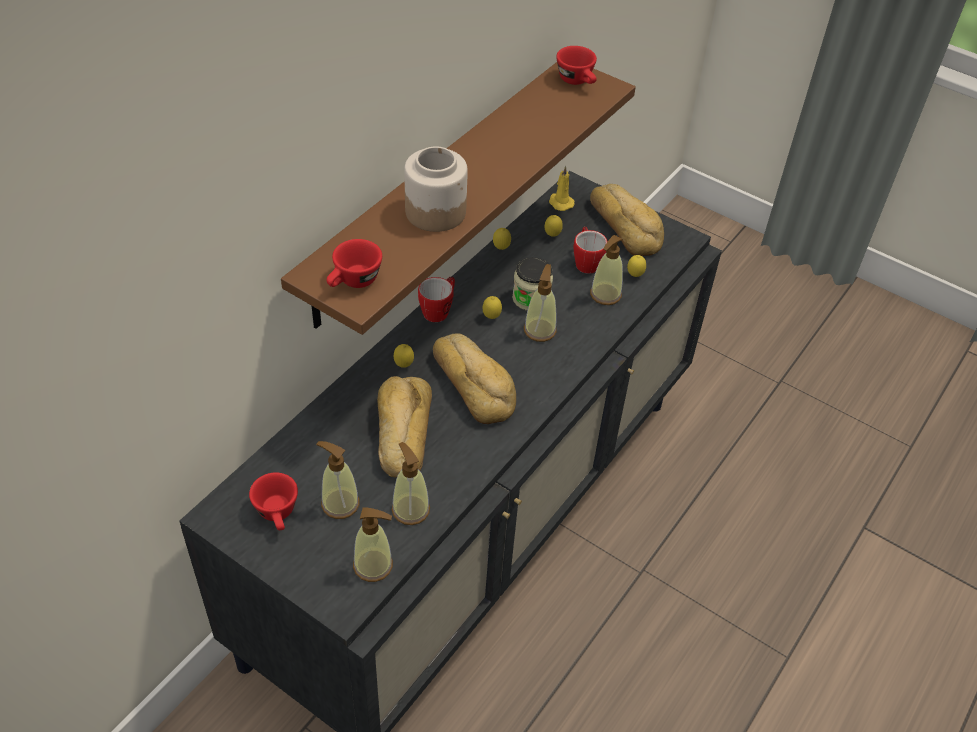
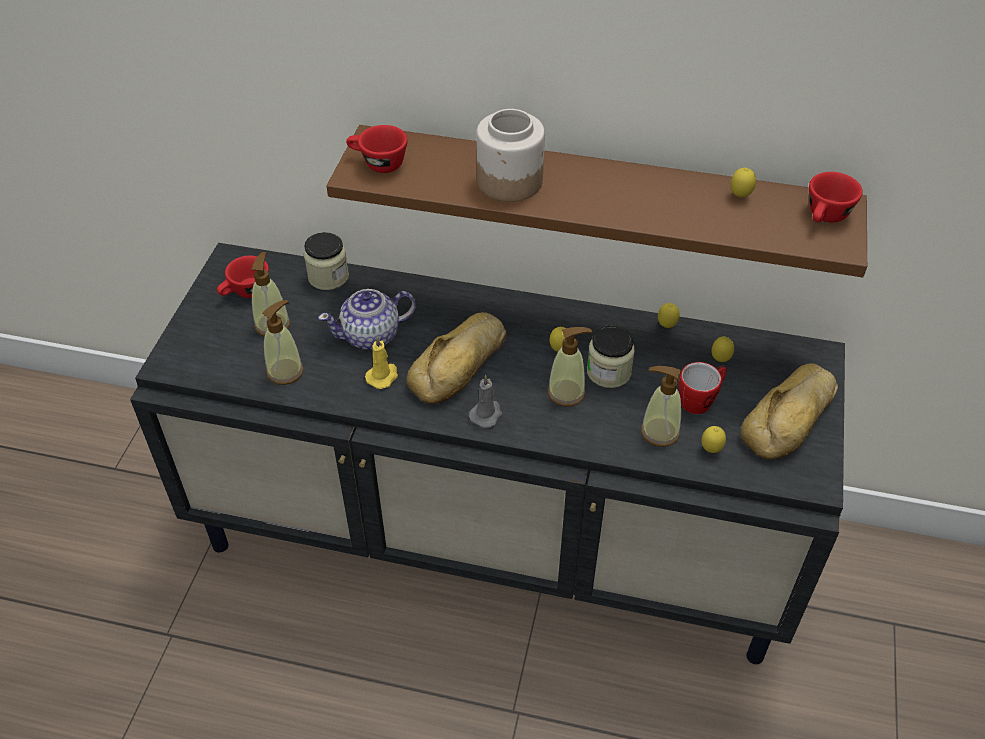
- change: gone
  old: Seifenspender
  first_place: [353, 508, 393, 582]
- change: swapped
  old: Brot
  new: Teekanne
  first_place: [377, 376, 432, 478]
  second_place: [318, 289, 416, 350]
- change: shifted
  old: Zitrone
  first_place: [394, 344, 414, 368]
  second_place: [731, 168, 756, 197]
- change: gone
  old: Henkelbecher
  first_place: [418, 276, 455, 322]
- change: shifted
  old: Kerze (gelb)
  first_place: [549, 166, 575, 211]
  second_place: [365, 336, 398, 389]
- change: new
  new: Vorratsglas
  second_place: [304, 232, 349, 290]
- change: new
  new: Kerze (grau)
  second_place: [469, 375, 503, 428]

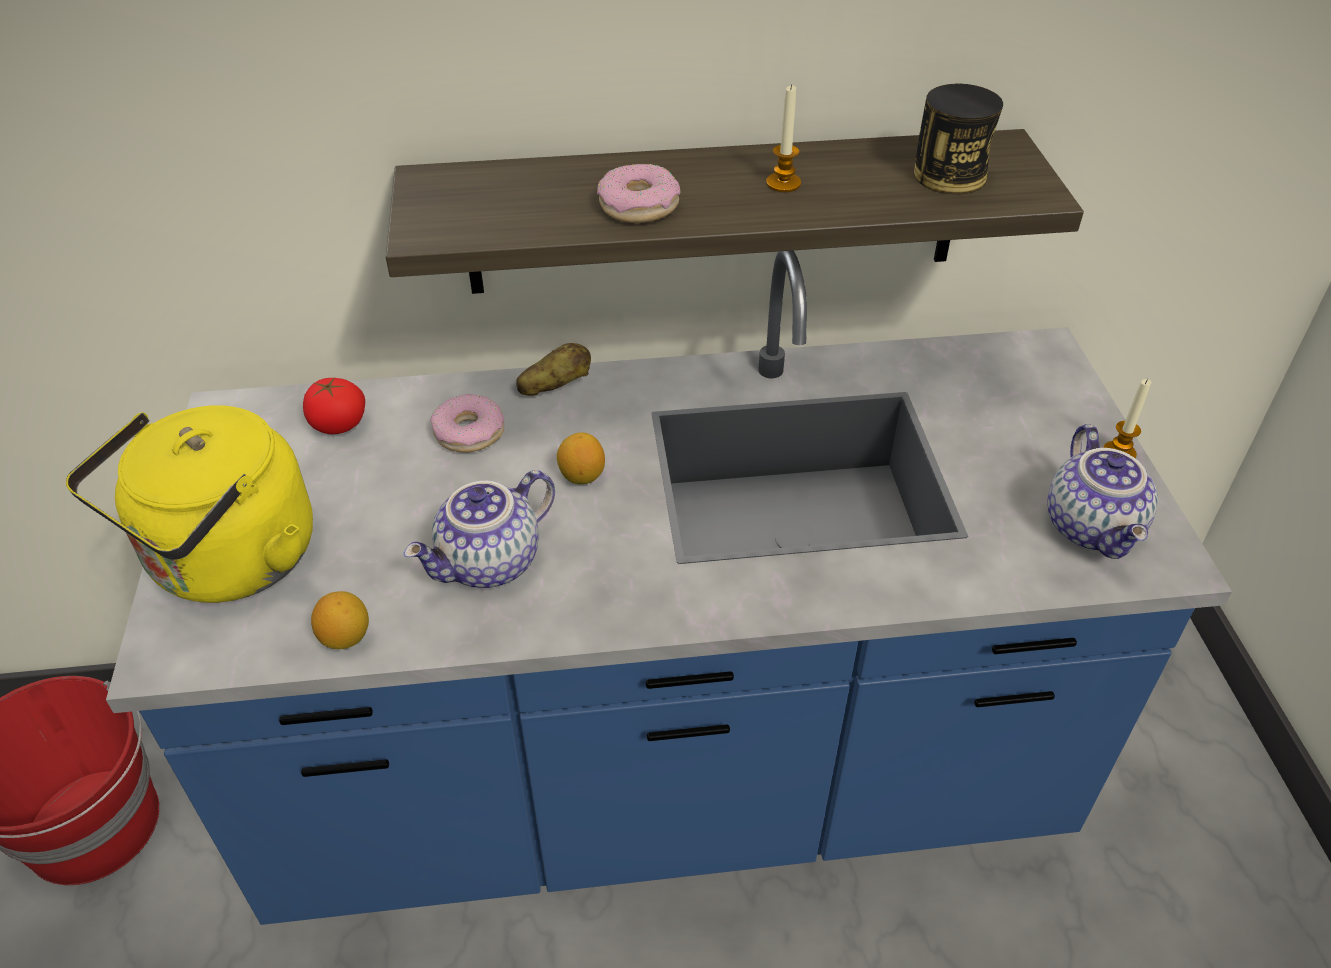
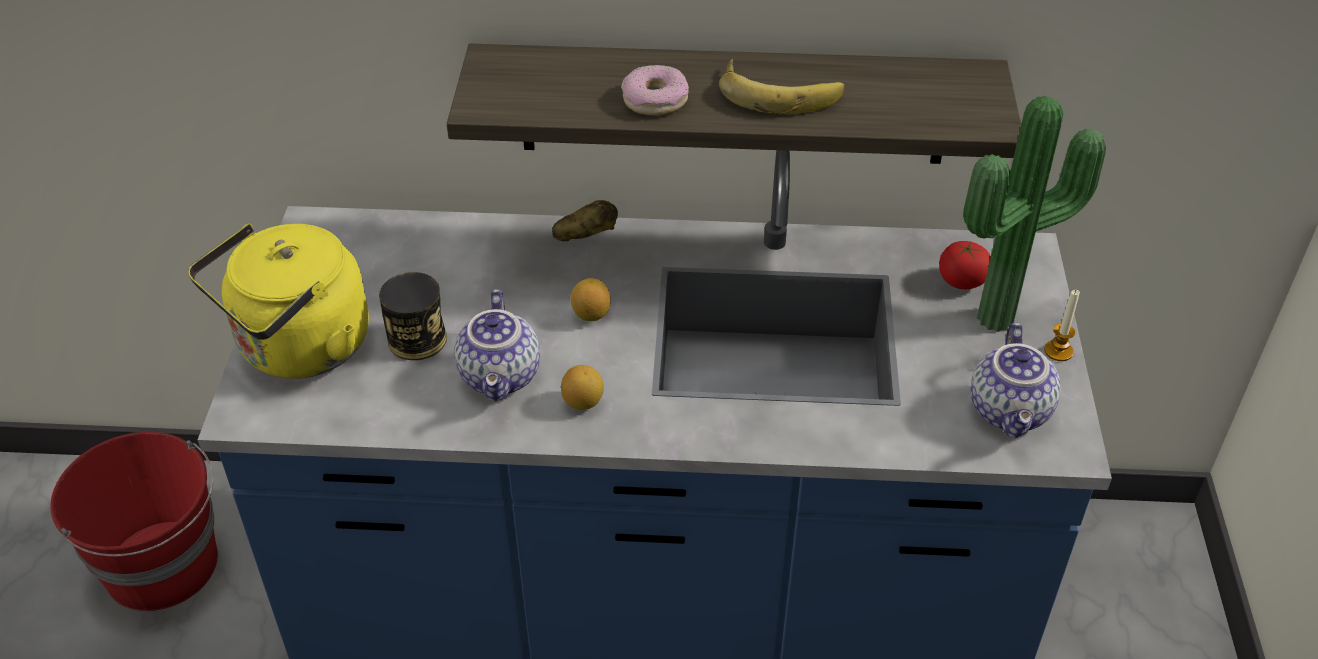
- change: shifted
  old: Tomate
  first_place: [303, 377, 365, 434]
  second_place: [939, 241, 991, 289]
- change: shifted
  old: Zitrone
  first_place: [311, 591, 369, 649]
  second_place: [561, 365, 604, 410]
- change: rotated
  old: Teekanne
  first_place: [403, 470, 555, 588]
  second_place: [455, 289, 540, 401]
  degrees: -60
- change: gone
  old: Donut
  first_place: [430, 394, 504, 452]
- change: swapped
  old: Kerze
  new: Banane
  first_place: [766, 84, 801, 192]
  second_place: [719, 58, 845, 114]
- change: shifted
  old: Dose
  first_place: [914, 84, 1003, 194]
  second_place: [379, 272, 447, 360]
- change: new
  new: Topfpflanze
  second_place: [963, 96, 1106, 332]

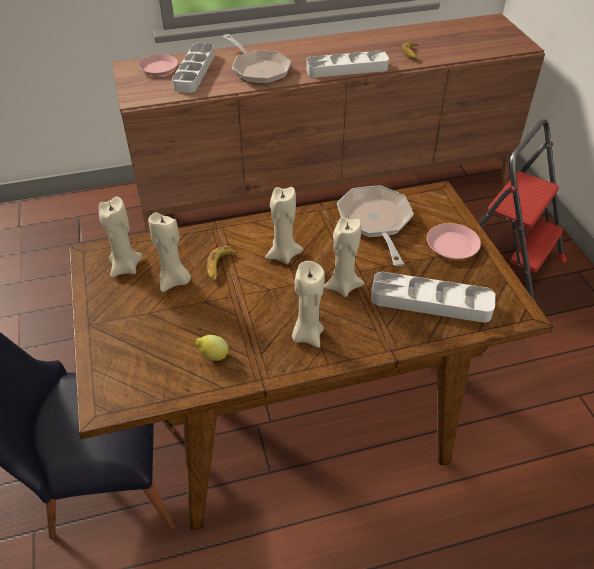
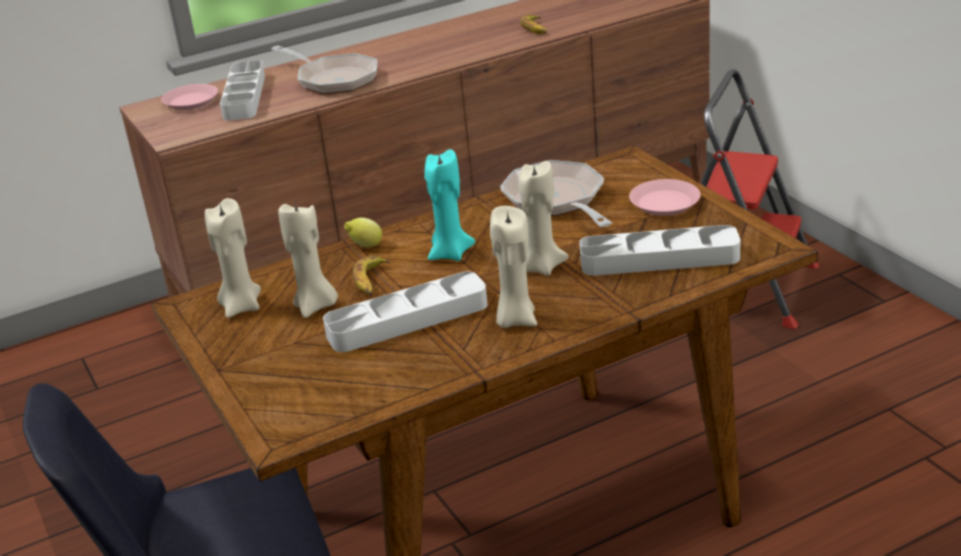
- change: shifted
  old: Zitrone
  first_place: [195, 335, 229, 361]
  second_place: [344, 218, 382, 247]
- change: repainted
  old: Kerze (beige)
  new: Kerze (türkis)
  first_place: [265, 187, 304, 264]
  second_place: [424, 149, 475, 261]
- change: shifted
  old: Tablett (grau)
  first_place: [306, 51, 389, 78]
  second_place: [323, 272, 488, 352]

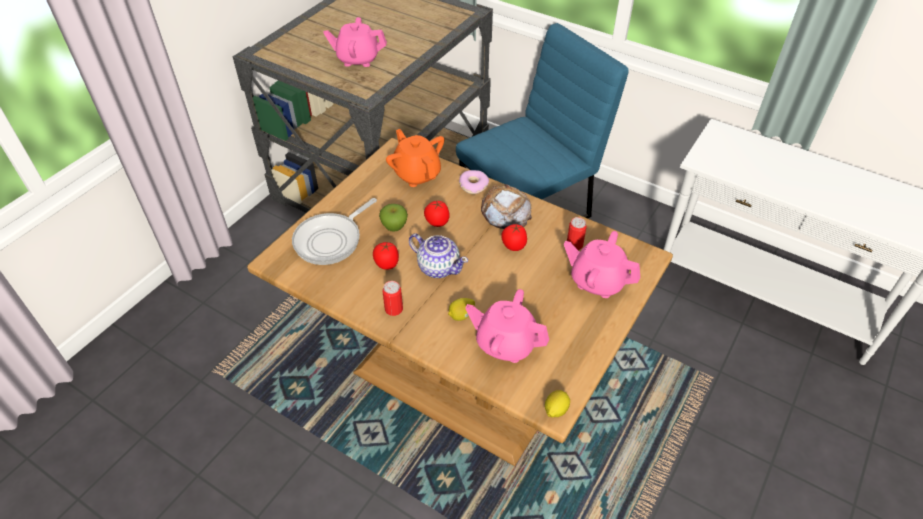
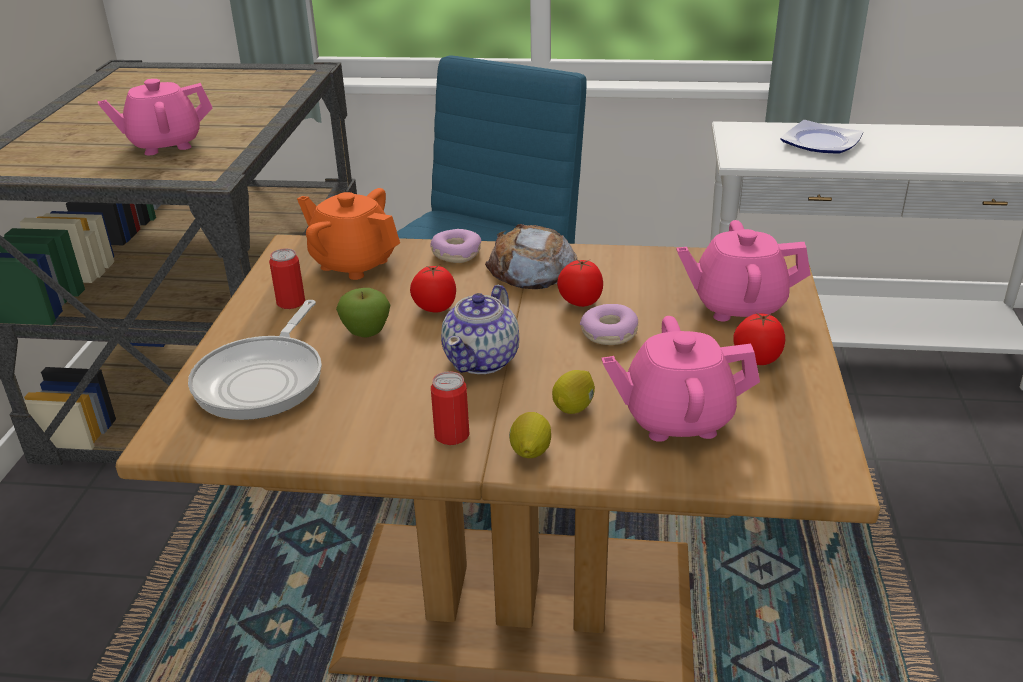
- change: shifted
  old: Tomate
  first_place: [373, 242, 399, 270]
  second_place: [734, 312, 785, 365]
- change: rotated
  old: Teekanne
  first_place: [409, 233, 468, 278]
  second_place: [441, 285, 519, 374]
  degrees: 105
- change: shifted
  old: Zitrone
  first_place: [545, 390, 570, 417]
  second_place: [509, 412, 551, 458]
- change: shifted
  old: Dose
  first_place: [567, 217, 587, 250]
  second_place: [269, 248, 305, 309]
- change: new
  new: Donut
  second_place: [580, 304, 638, 345]
- change: new
  new: Teller
  second_place: [780, 120, 863, 154]

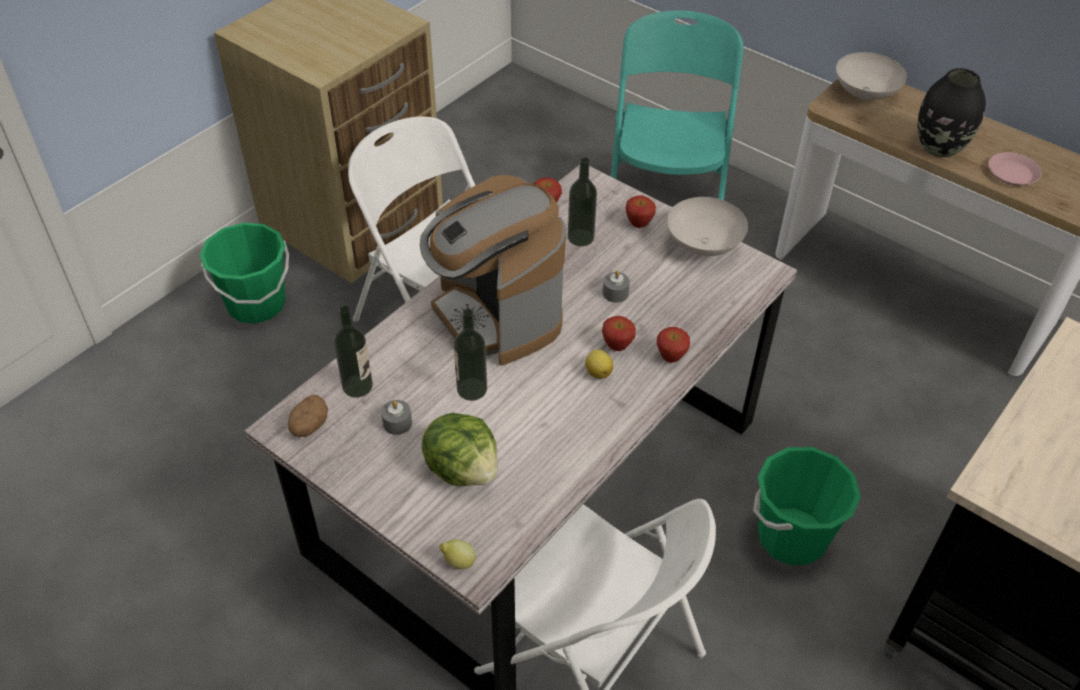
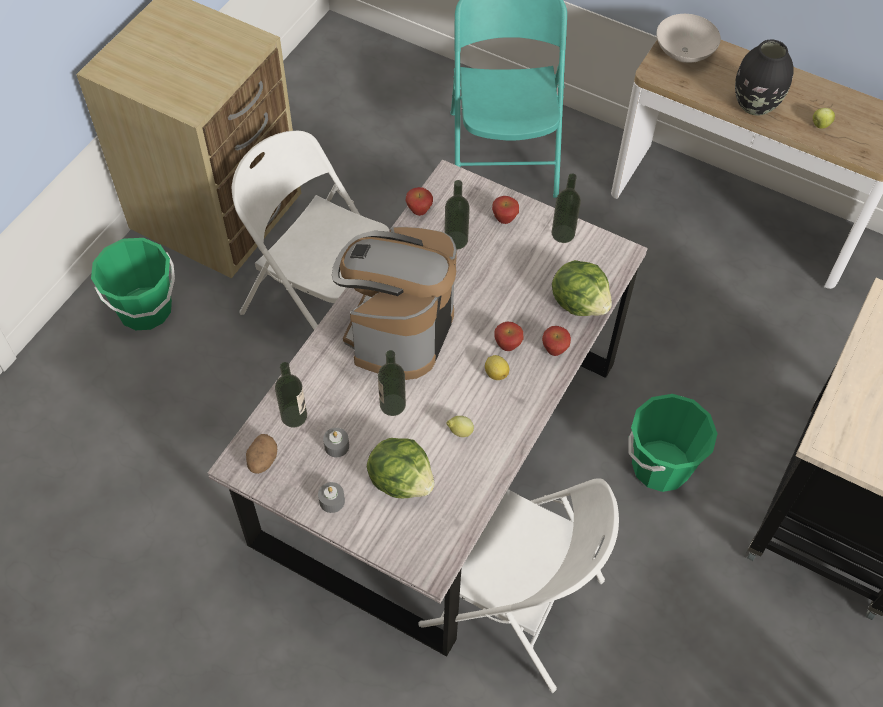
- change: rotated
  old: Kaffeemaschine
  first_place: [420, 175, 566, 366]
  second_place: [332, 227, 457, 380]
  degrees: 60
- change: shifted
  old: Zitrone
  first_place: [440, 539, 476, 569]
  second_place: [447, 416, 474, 437]
- change: shifted
  old: Kerze (grau)
  first_place: [603, 270, 630, 303]
  second_place: [318, 482, 345, 513]
- change: swapped
  old: Schüssel (weiß)
  new: Flasche
  first_place: [667, 197, 748, 256]
  second_place: [552, 173, 581, 243]
- change: swapped
  old: Teller (rosa)
  new: Apfel
  first_place: [988, 152, 1042, 186]
  second_place: [812, 108, 835, 129]
- change: new
  new: Salatkopf
  second_place: [552, 260, 612, 316]

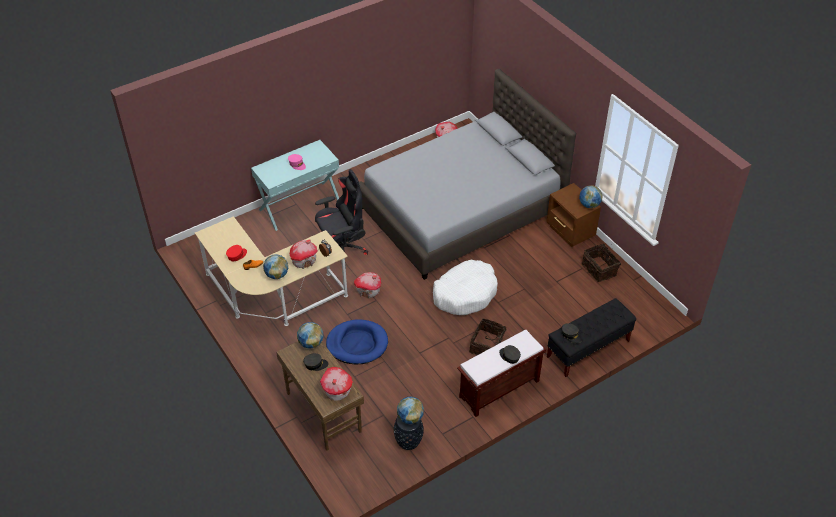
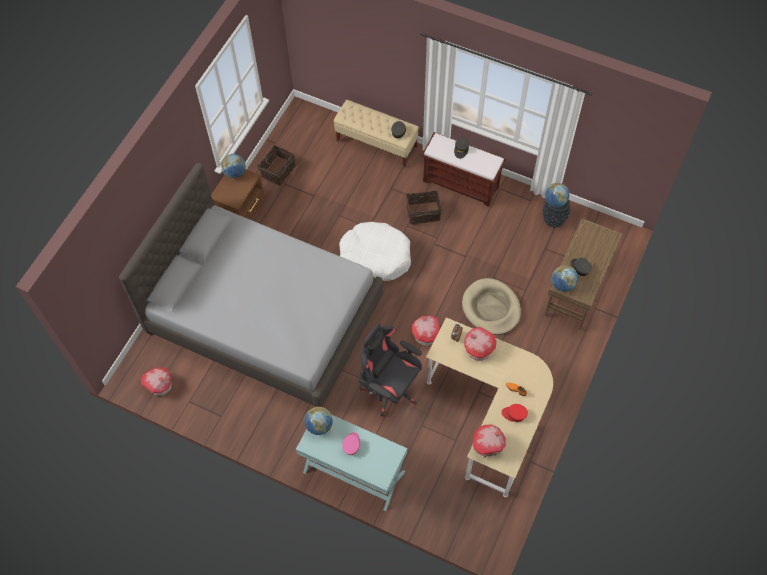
- change: shifted
  old: Globus
  first_place: [263, 254, 288, 279]
  second_place: [304, 407, 333, 435]
- change: shifted
  old: Spielzeughaus
  first_place: [320, 367, 353, 401]
  second_place: [473, 425, 506, 458]
- change: repainted
  old: Hundebett (blau)
  new: Hundebett (beige)
  first_place: [326, 319, 388, 364]
  second_place: [462, 278, 521, 335]
- change: repainted
  old: Bank (schwarz)
  new: Bank (beige)
  first_place: [547, 298, 636, 377]
  second_place: [334, 100, 419, 167]

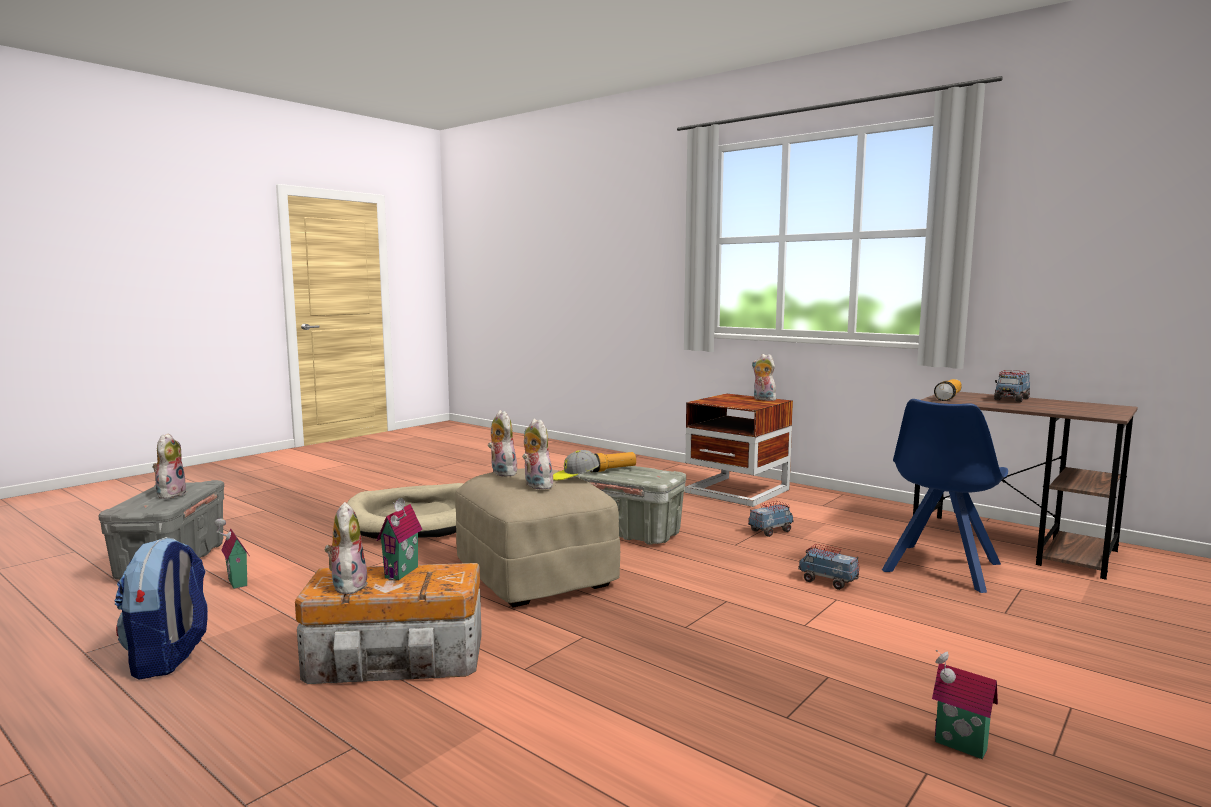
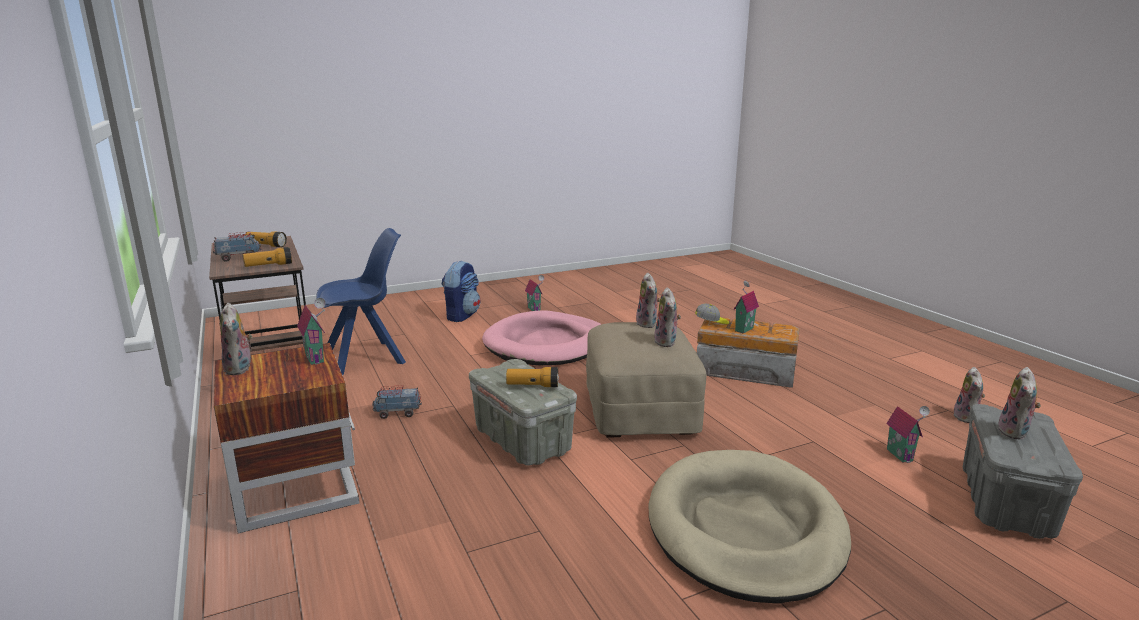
- change: shifted
  old: Rucksack
  first_place: [115, 537, 208, 680]
  second_place: [442, 260, 480, 322]
- change: shifted
  old: Plüschtier
  first_place: [325, 502, 368, 594]
  second_place: [954, 367, 985, 423]
- change: shifted
  old: Kappe
  first_place: [553, 450, 599, 480]
  second_place: [695, 304, 729, 324]
- change: gone
  old: Spielzeuglaster
  first_place: [798, 544, 859, 590]
- change: new
  new: Taschenlampe
  second_place: [245, 231, 287, 247]
- change: new
  new: Spielzeughaus
  second_place: [297, 298, 326, 365]
- change: new
  new: Hundebett (rosa)
  second_place: [482, 310, 601, 365]

